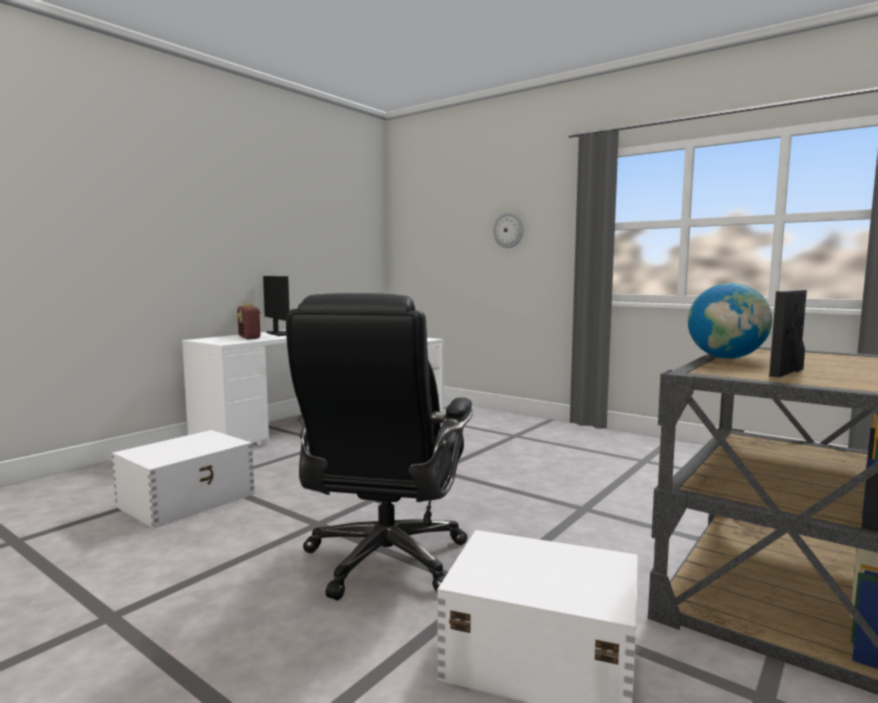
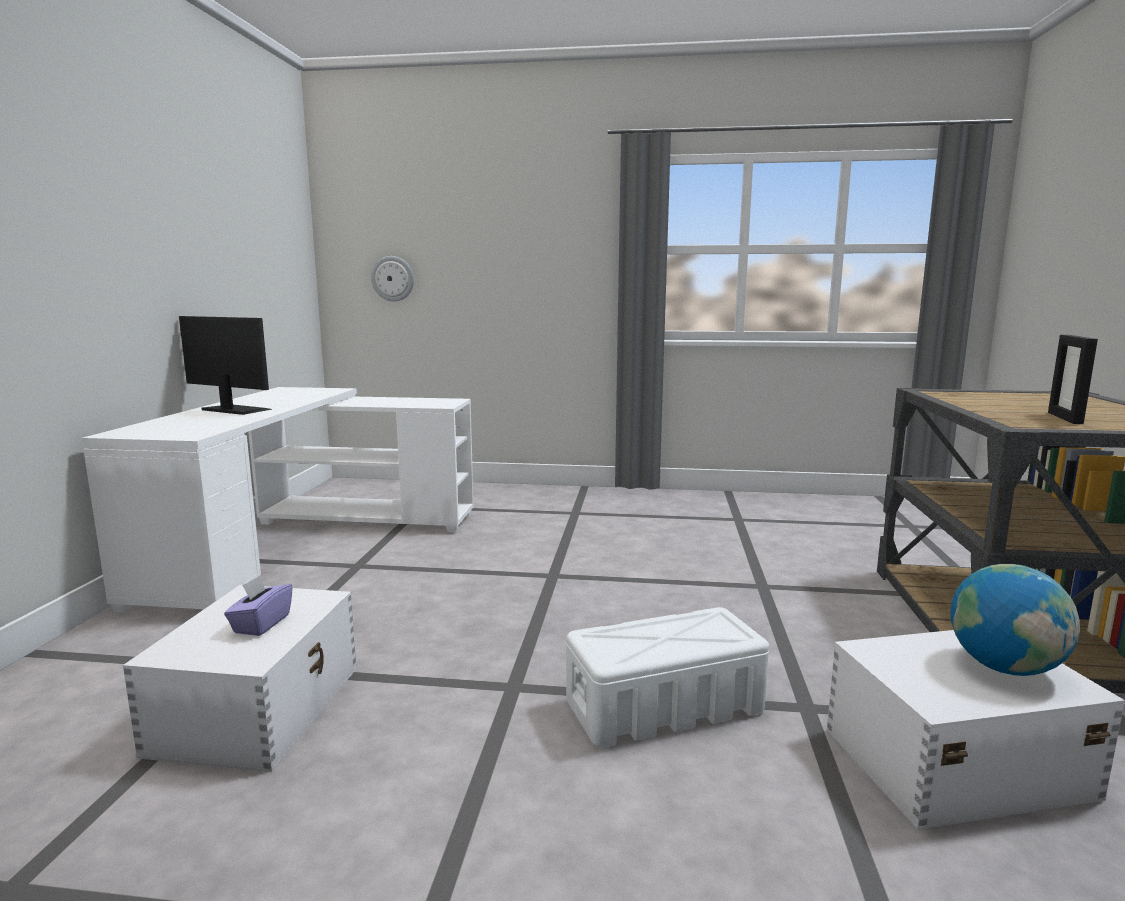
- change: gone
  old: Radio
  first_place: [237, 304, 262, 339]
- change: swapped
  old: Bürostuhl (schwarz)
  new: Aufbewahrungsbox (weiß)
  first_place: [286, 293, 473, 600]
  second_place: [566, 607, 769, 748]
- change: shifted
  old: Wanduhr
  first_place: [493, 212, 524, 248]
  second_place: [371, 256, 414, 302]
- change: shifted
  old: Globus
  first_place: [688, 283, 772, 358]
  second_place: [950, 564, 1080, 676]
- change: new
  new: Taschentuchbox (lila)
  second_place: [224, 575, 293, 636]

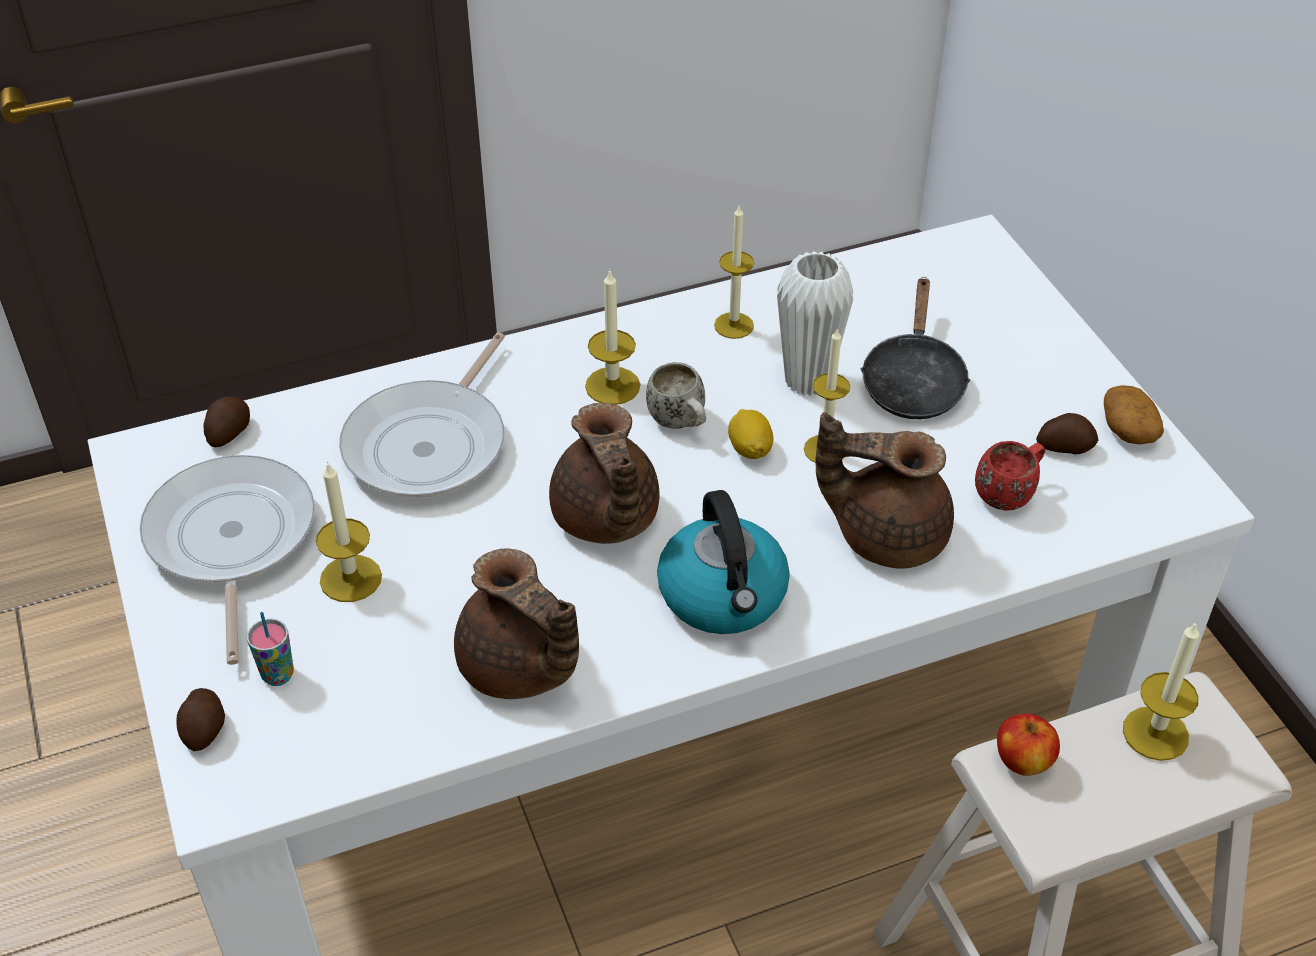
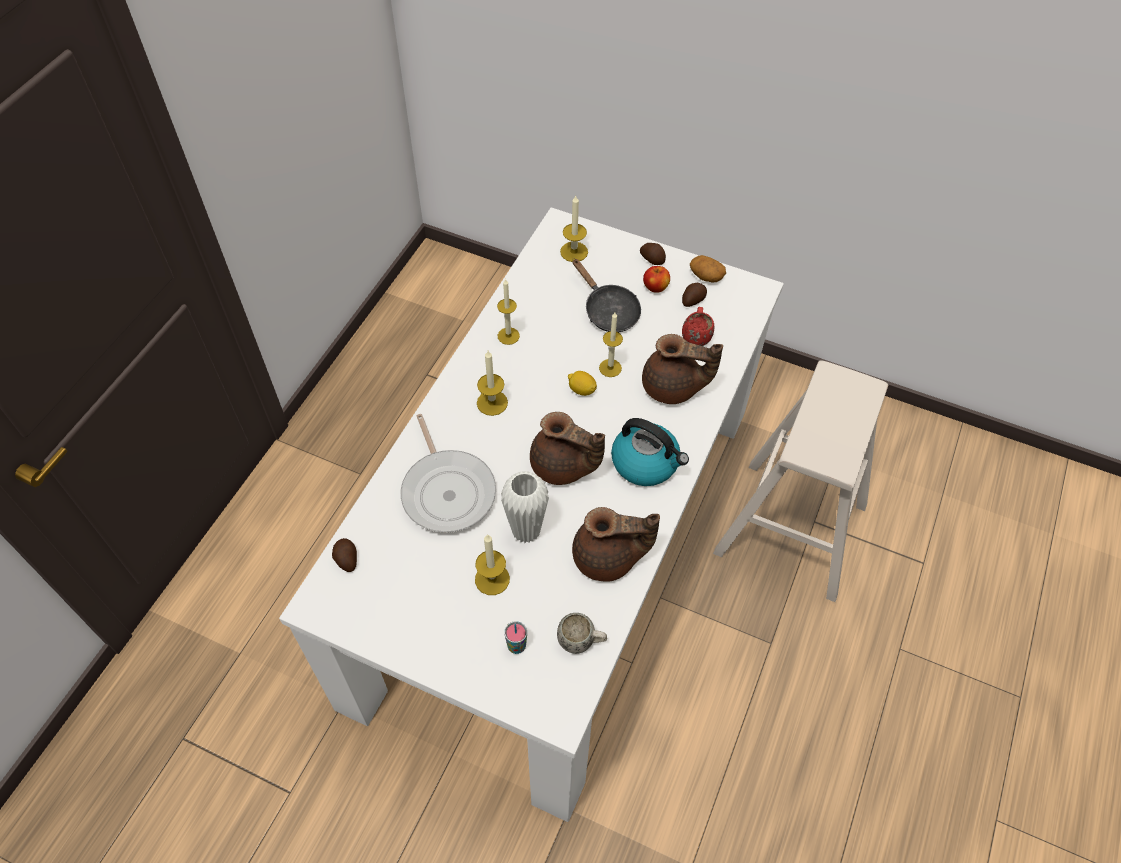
- change: gone
  old: Pfanne
  first_place: [139, 455, 315, 665]
- change: shifted
  old: Kartoffel
  first_place: [177, 688, 225, 751]
  second_place: [640, 243, 666, 265]
- change: shifted
  old: Henkelbecher (weiß)
  first_place: [646, 362, 706, 429]
  second_place: [557, 613, 607, 654]
- change: shifted
  old: Vase (weiß)
  first_place: [777, 251, 853, 396]
  second_place: [501, 471, 549, 543]
- change: rotated
  old: Teekanne (braun)
  first_place: [816, 412, 954, 569]
  second_place: [642, 334, 723, 404]
  degrees: -135
- change: shifted
  old: Apfel
  first_place: [997, 714, 1060, 776]
  second_place: [643, 266, 670, 293]
- change: shifted
  old: Kerze
  first_place: [1123, 622, 1199, 761]
  second_place: [560, 196, 588, 262]

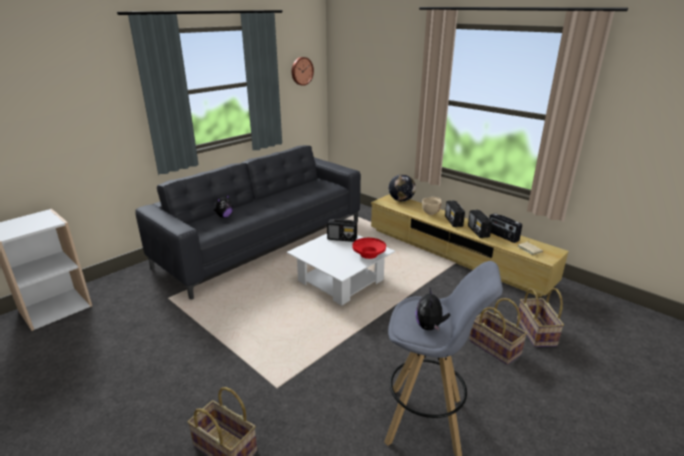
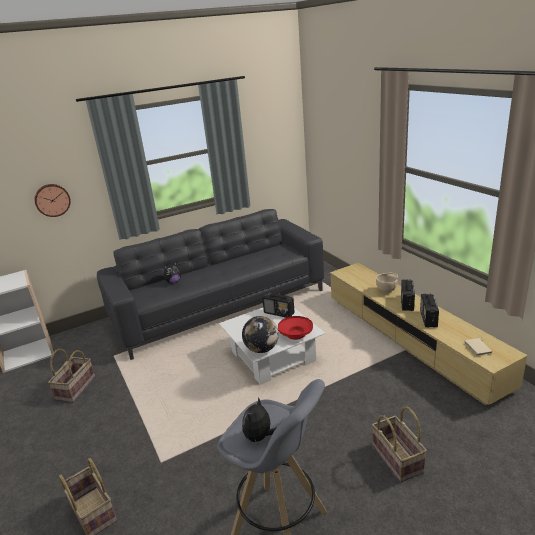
- change: shifted
  old: Wanduhr
  first_place: [292, 57, 314, 86]
  second_place: [35, 184, 71, 217]
- change: shifted
  old: Globus
  first_place: [389, 174, 416, 202]
  second_place: [242, 316, 279, 353]
- change: gone
  old: Radio
  first_place: [489, 213, 522, 243]
- change: shifted
  old: Korb
  first_place: [517, 288, 564, 347]
  second_place: [48, 349, 95, 402]

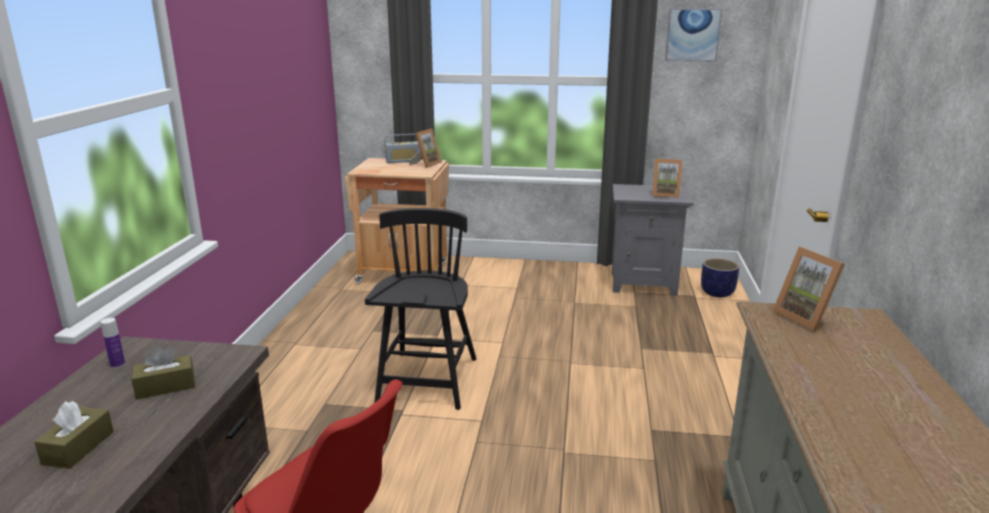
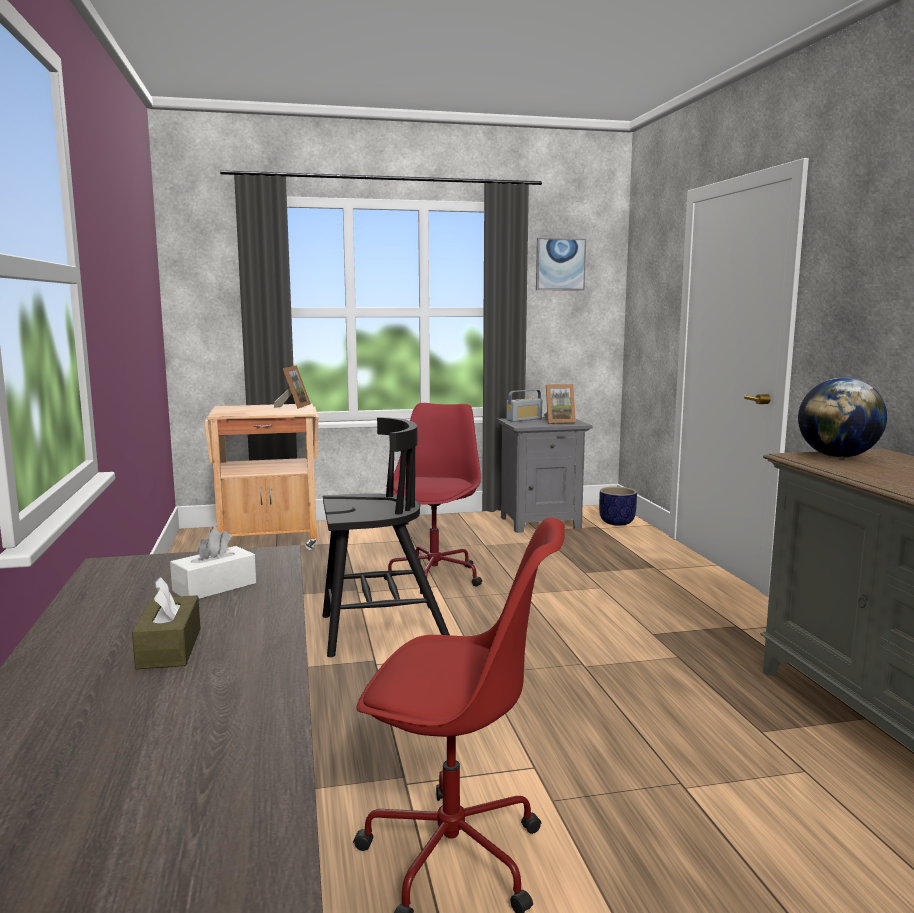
- change: gone
  old: Flasche
  first_place: [100, 318, 125, 369]
- change: repainted
  old: Taschentuchbox (braun)
  new: Taschentuchbox (weiß)
  first_place: [132, 347, 195, 399]
  second_place: [170, 528, 256, 599]
- change: rotated
  old: Stuhl (schwarz)
  first_place: [365, 208, 476, 410]
  second_place: [322, 417, 450, 657]
  degrees: 90
- change: shifted
  old: Radio
  first_place: [385, 134, 420, 163]
  second_place: [506, 389, 542, 422]
- change: swapped
  old: Bilderrahmen
  new: Globus
  first_place: [773, 247, 845, 331]
  second_place: [798, 377, 887, 458]
- change: new
  new: Bürostuhl (rot)
  second_place: [384, 403, 482, 594]

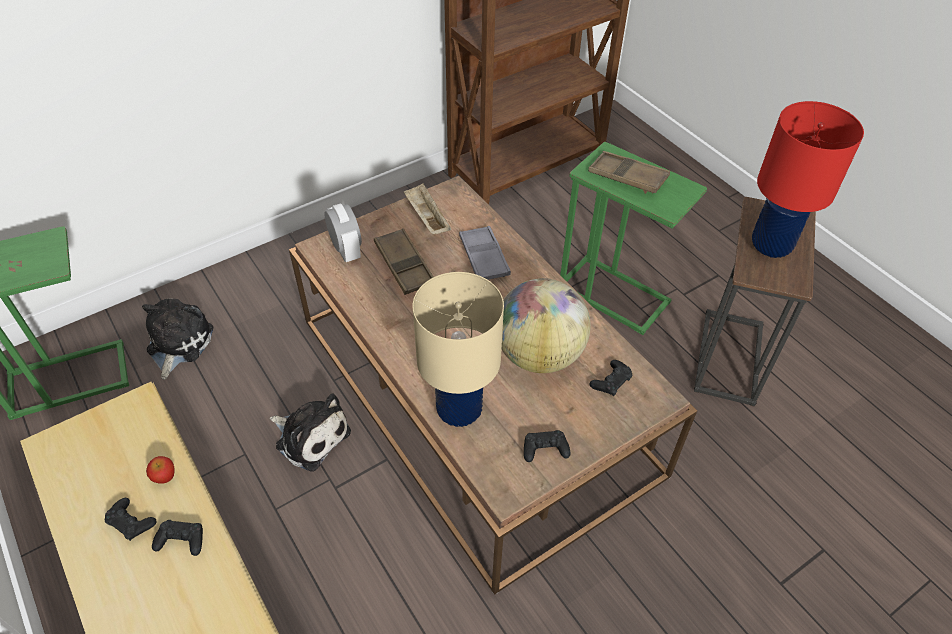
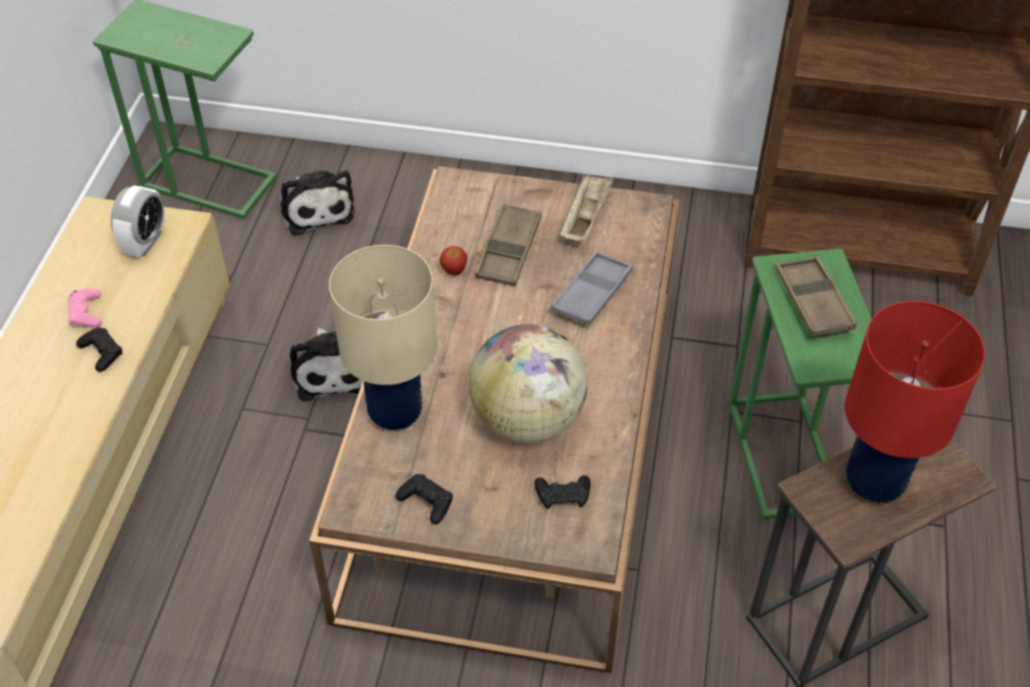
- change: repainted
  old: Gamepad (schwarz)
  new: Gamepad (rosa)
  first_place: [105, 498, 156, 541]
  second_place: [68, 289, 102, 327]
- change: rotated
  old: Plüschtier
  first_place: [142, 298, 214, 380]
  second_place: [280, 171, 355, 236]
  degrees: 105
- change: shifted
  old: Apfel
  first_place: [146, 456, 175, 483]
  second_place: [440, 246, 467, 275]
- change: shifted
  old: Wecker
  first_place: [325, 203, 362, 262]
  second_place: [111, 185, 165, 257]

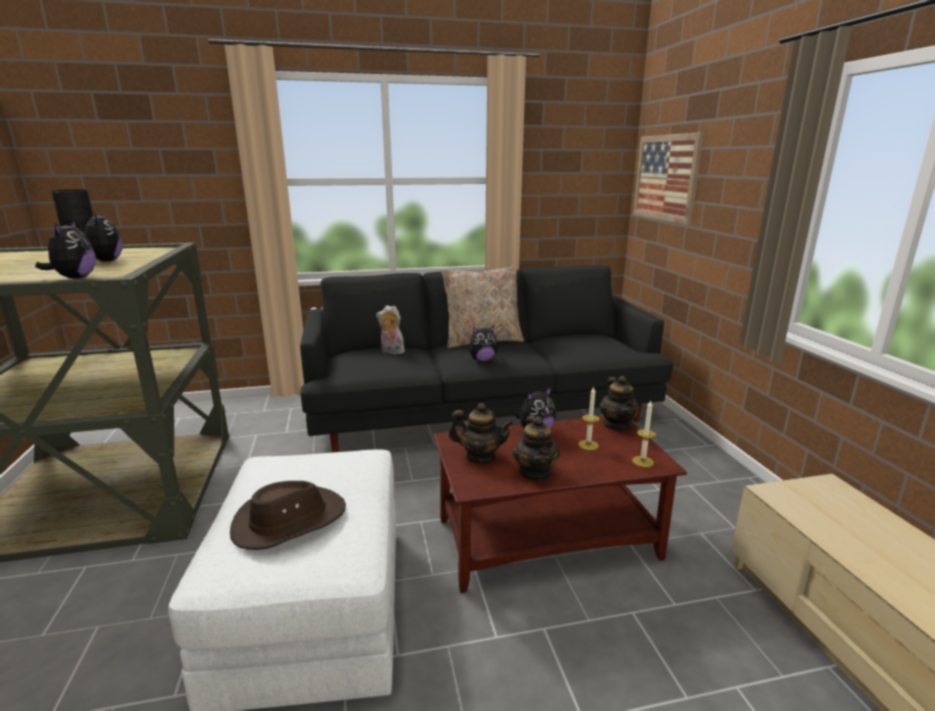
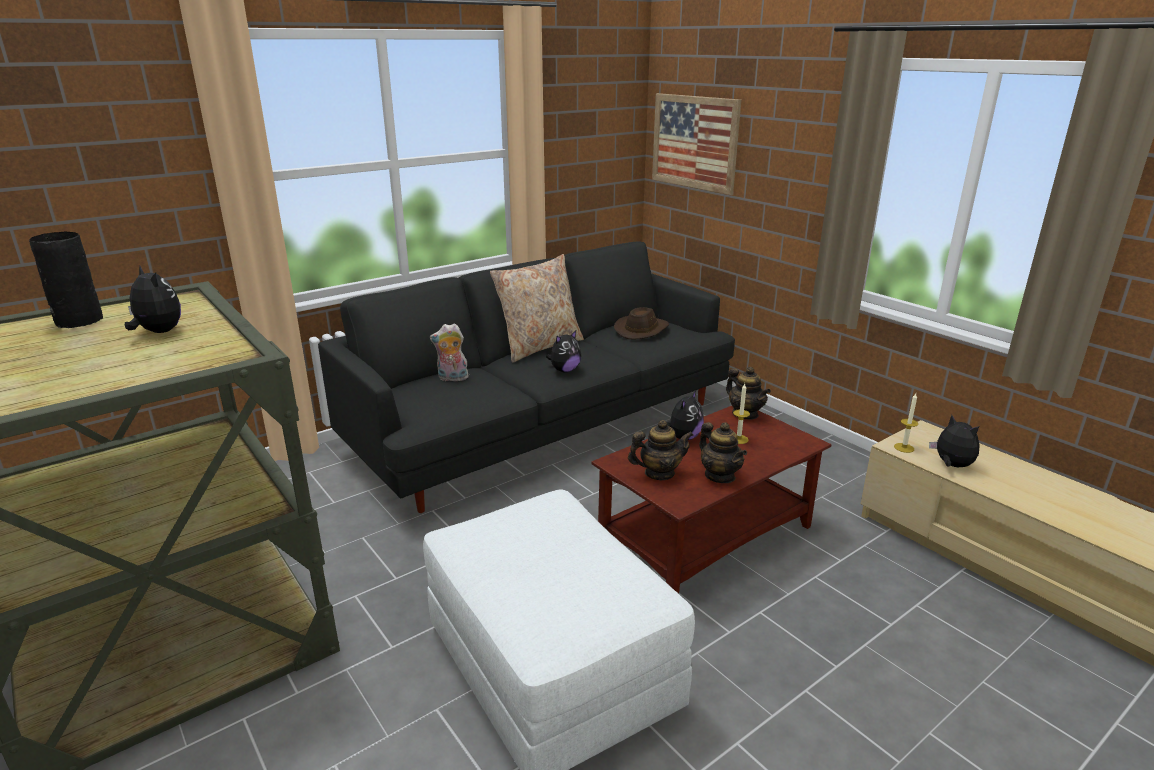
- change: shifted
  old: Plüschtier
  first_place: [35, 220, 96, 279]
  second_place: [929, 415, 980, 467]
- change: shifted
  old: Hut (braun)
  first_place: [230, 481, 346, 550]
  second_place: [614, 307, 669, 340]
- change: shifted
  old: Kerze
  first_place: [632, 401, 656, 467]
  second_place: [894, 393, 918, 453]

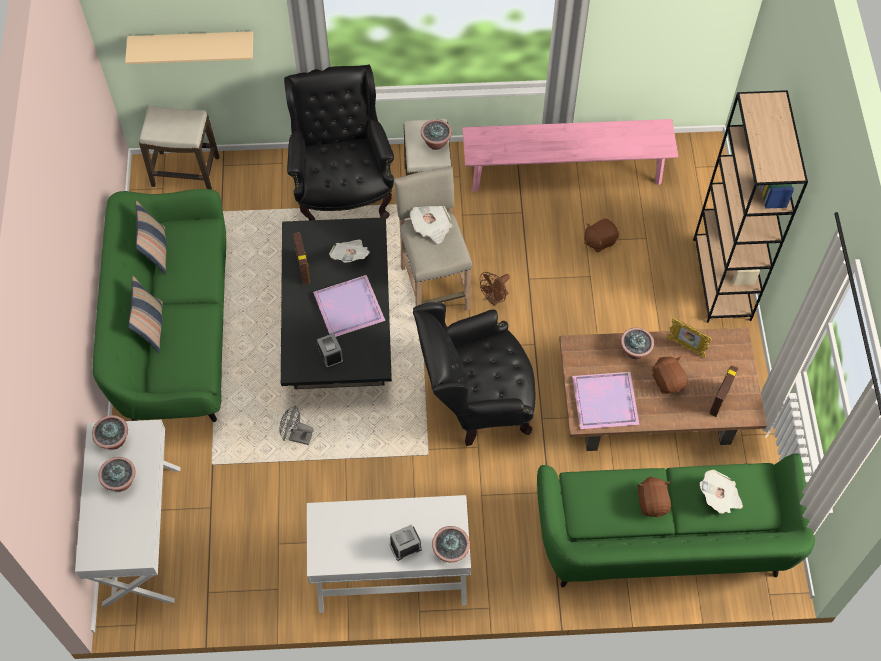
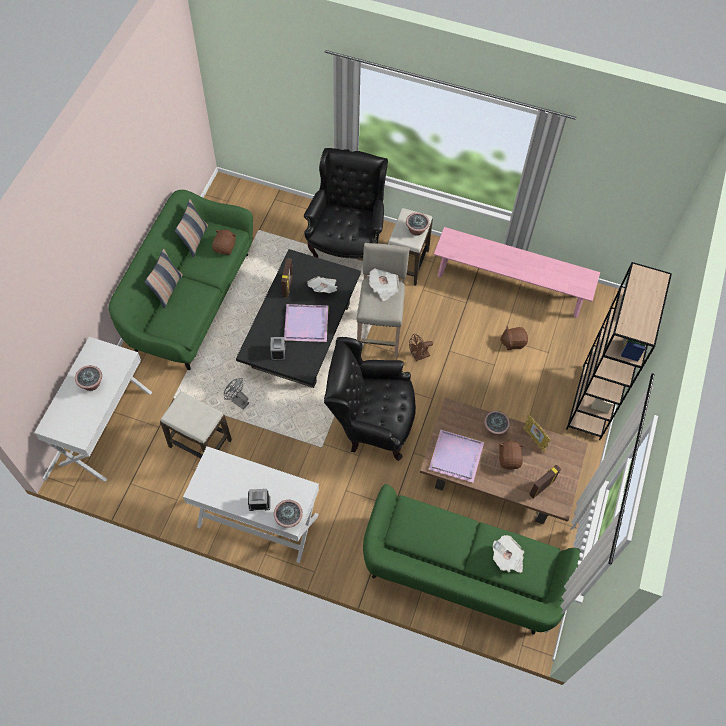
- change: gone
  old: Topfpflanze
  first_place: [92, 415, 128, 449]
- change: gone
  old: Wandregal (beige)
  first_place: [125, 31, 253, 64]
- change: shifted
  old: Hocker
  first_place: [139, 106, 219, 189]
  second_place: [160, 391, 232, 458]
- change: shifted
  old: Plüschtier (braun)
  first_place: [637, 476, 671, 518]
  second_place: [212, 229, 236, 255]

